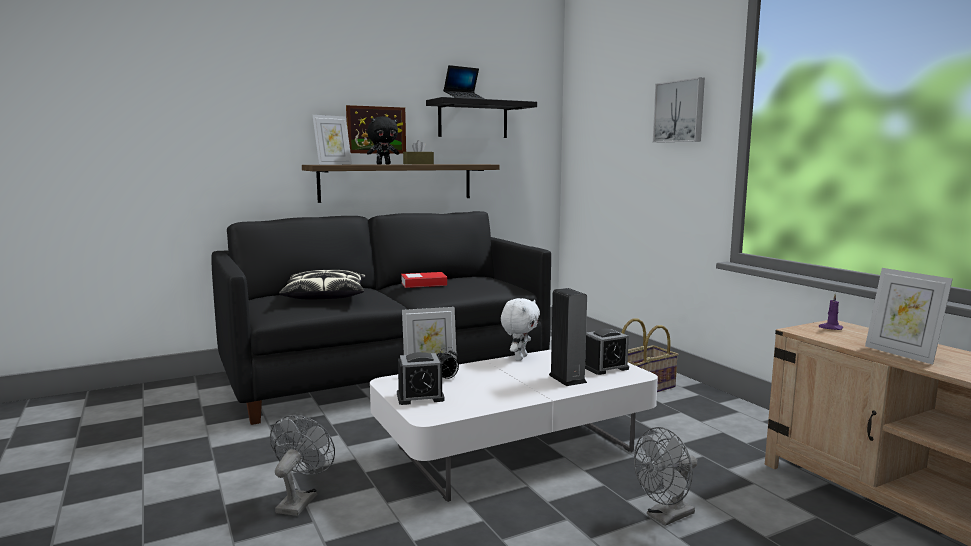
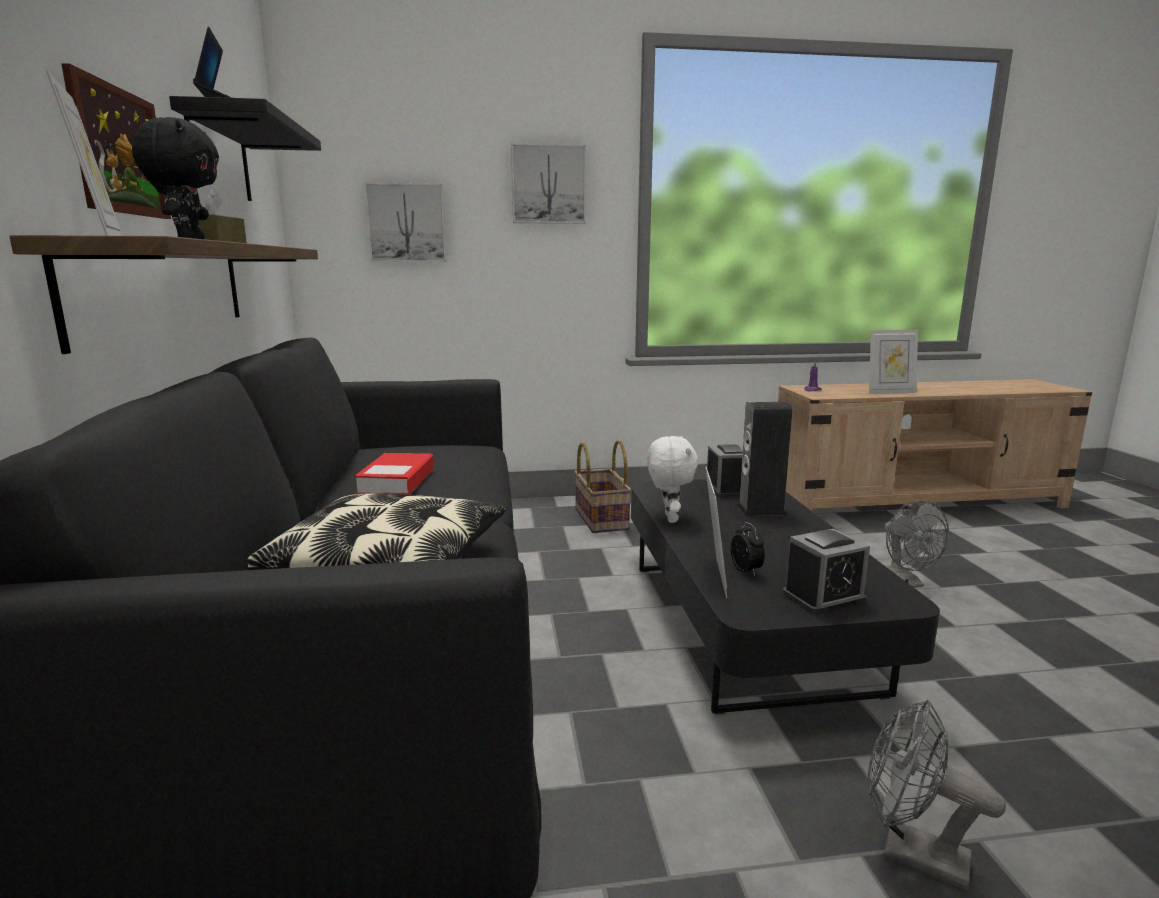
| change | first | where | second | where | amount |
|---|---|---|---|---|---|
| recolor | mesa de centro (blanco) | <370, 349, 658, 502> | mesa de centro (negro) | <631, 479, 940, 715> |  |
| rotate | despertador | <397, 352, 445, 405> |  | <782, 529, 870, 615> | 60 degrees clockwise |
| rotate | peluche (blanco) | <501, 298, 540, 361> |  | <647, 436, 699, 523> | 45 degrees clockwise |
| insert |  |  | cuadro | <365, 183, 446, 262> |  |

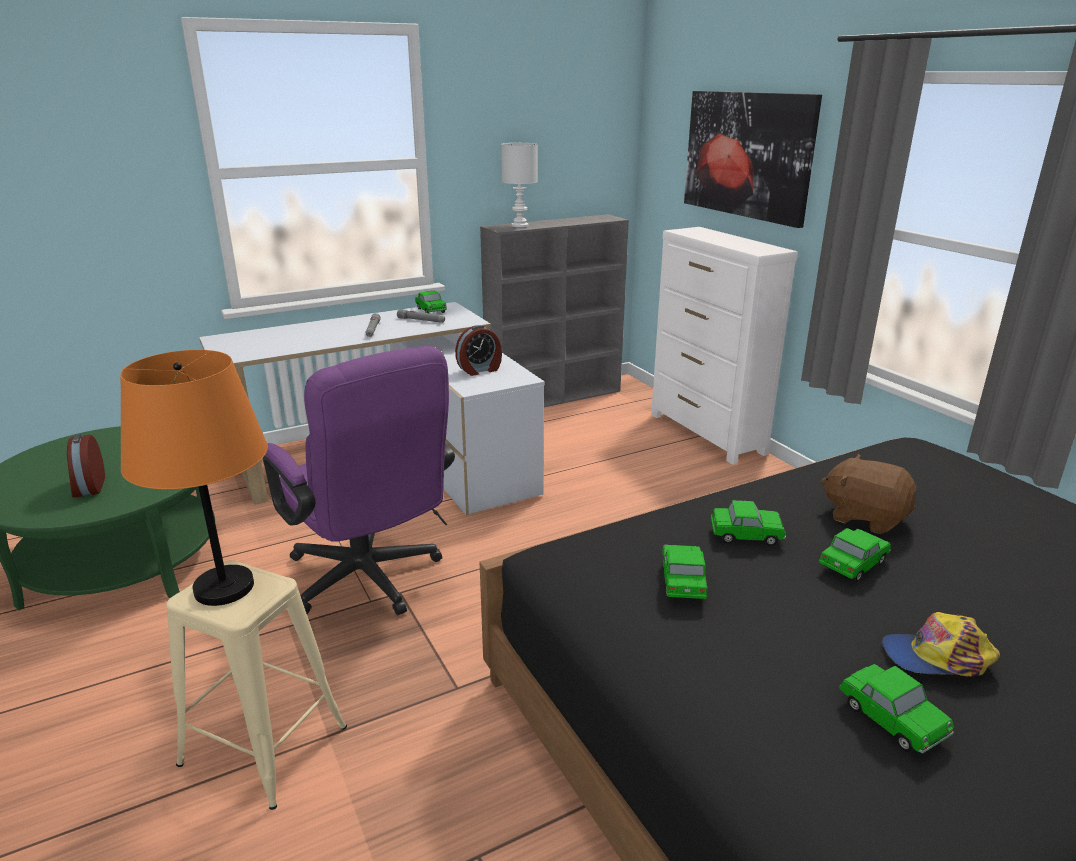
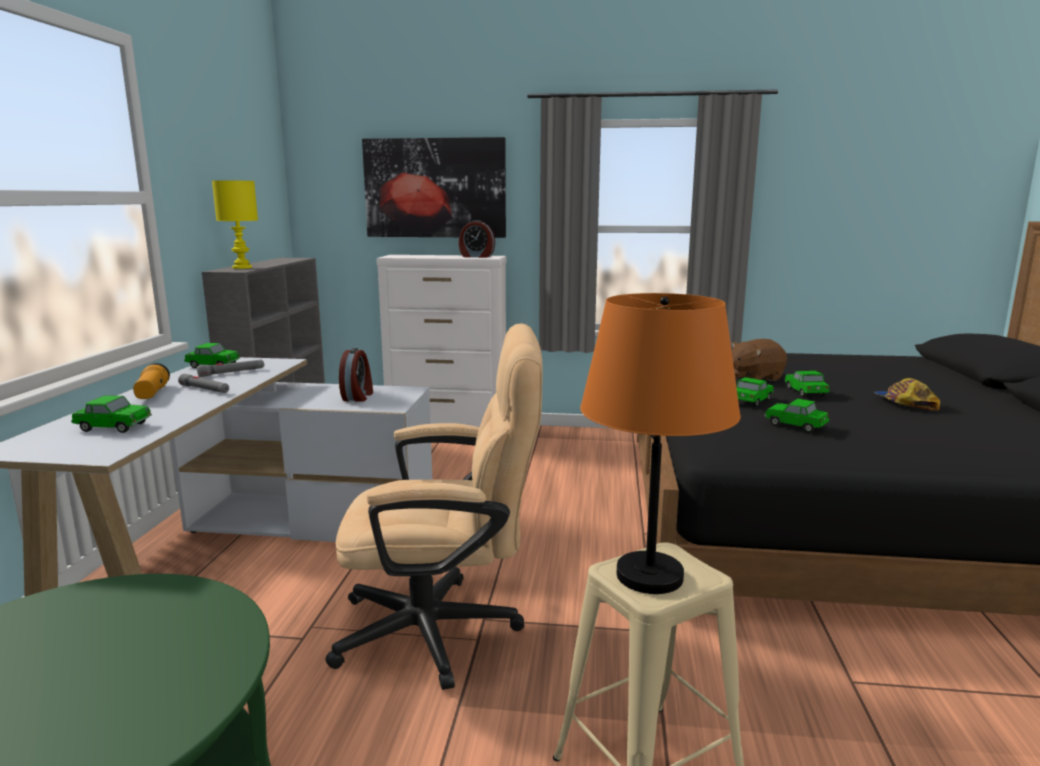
| change | first | where | second | where | amount |
|---|---|---|---|---|---|
| move | despertador | <67, 434, 105, 498> |  | <459, 220, 495, 258> |  |
| recolor | silla de oficina (morado) | <262, 346, 455, 615> | silla de oficina (beis) | <325, 323, 543, 690> |  |
| recolor | lámpara de mesa (blanco) | <501, 143, 538, 227> | lámpara de mesa (amarillo) | <212, 180, 258, 269> |  |
| move | coche de juguete | <839, 664, 954, 753> |  | <71, 395, 152, 433> |  |
| rotate | gorra | <882, 612, 1000, 677> |  | <874, 378, 940, 410> | 135 degrees clockwise |
| insert |  |  | linterna | <133, 363, 170, 399> |  |

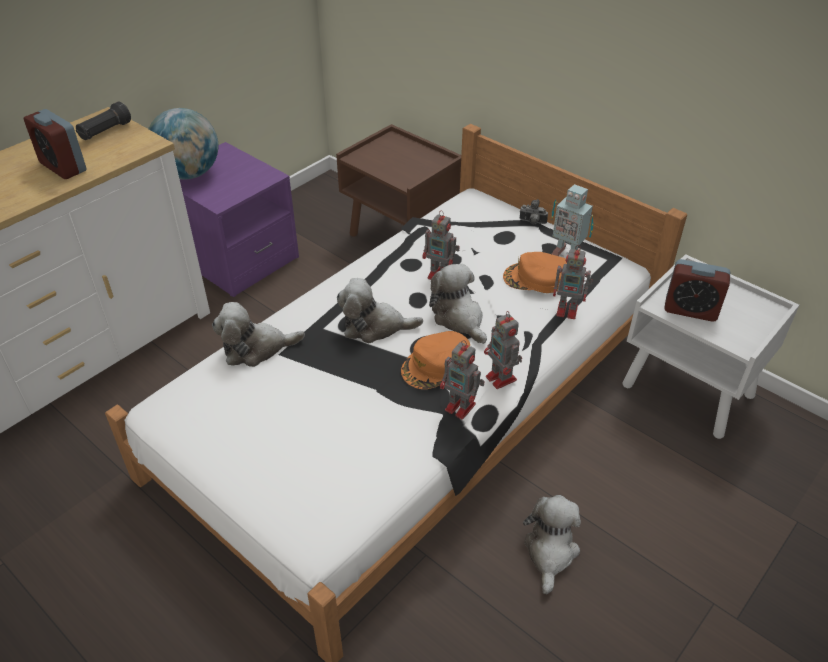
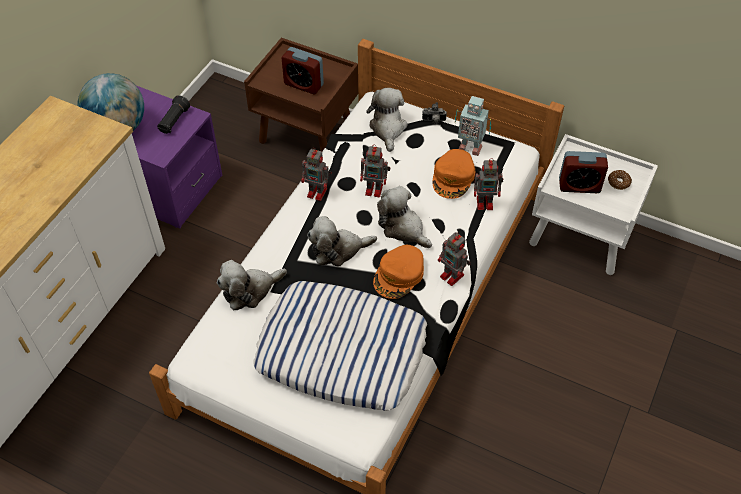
| change | first | where | second | where | amount |
|---|---|---|---|---|---|
| move | despertador | <24, 109, 87, 179> |  | <282, 47, 324, 94> |  |
| move | linterna (negro) | <76, 102, 131, 140> |  | <157, 95, 190, 134> |  |
| move | robot de juguete | <440, 340, 485, 420> |  | <301, 148, 332, 201> |  |
| rotate | gorra (naranja) | <503, 252, 567, 293> |  | <433, 149, 475, 199> | 60 degrees counterclockwise |
| move | peluche | <523, 495, 581, 594> |  | <366, 88, 407, 152> |  |
| insert |  |  | cojín | <253, 281, 427, 411> |  |
| insert |  |  | rosquilla | <608, 170, 632, 190> |  |

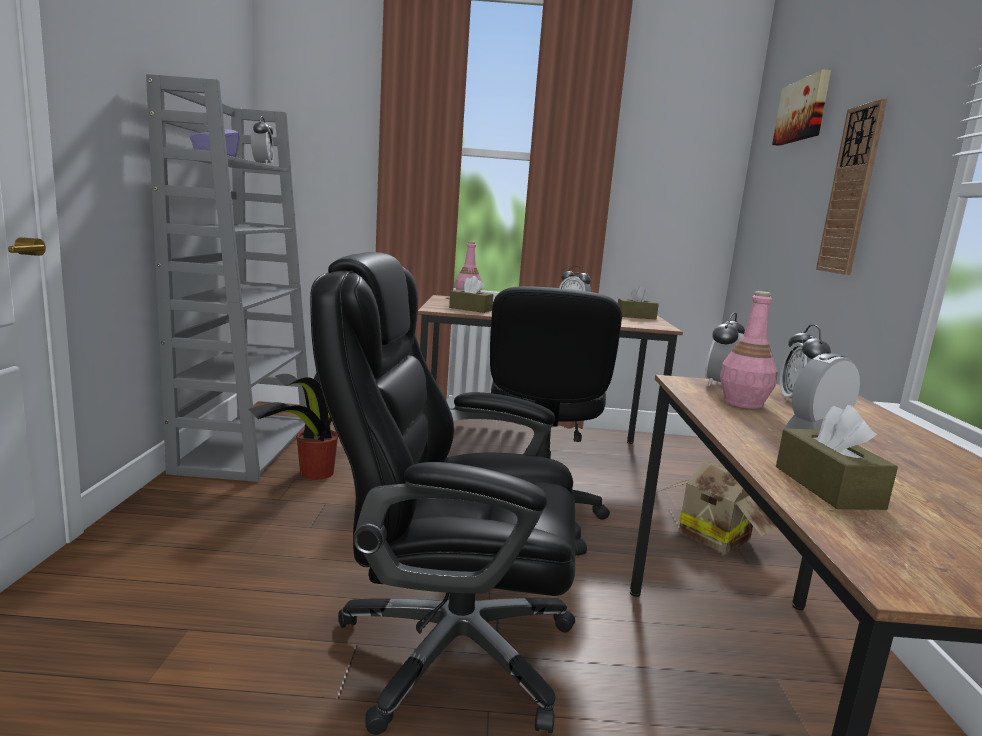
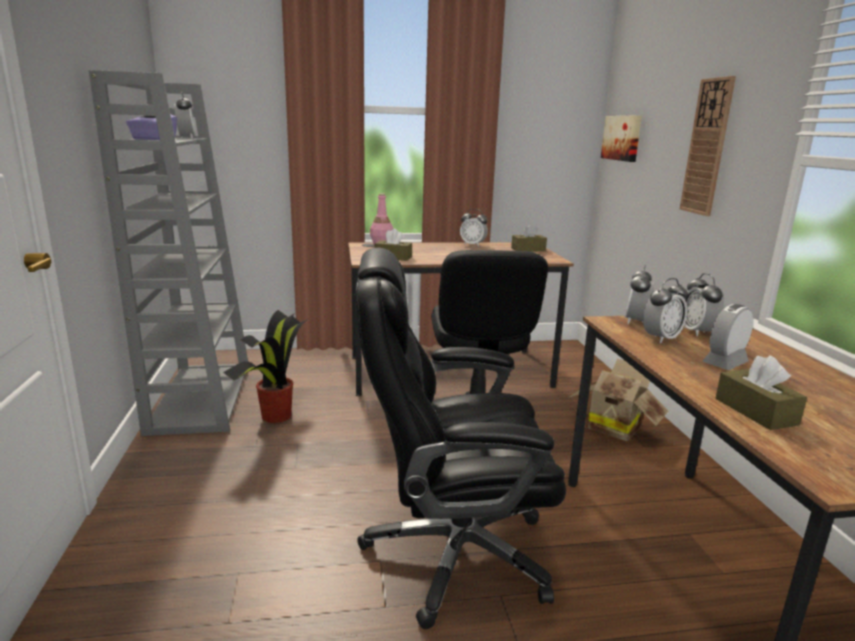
| change | first | where | second | where | amount |
|---|---|---|---|---|---|
| replace | botella (rosa) | <720, 291, 778, 409> | despertador | <643, 278, 688, 343> |  |
| move | cuadro | <772, 69, 831, 146> |  | <601, 115, 642, 162> |  |

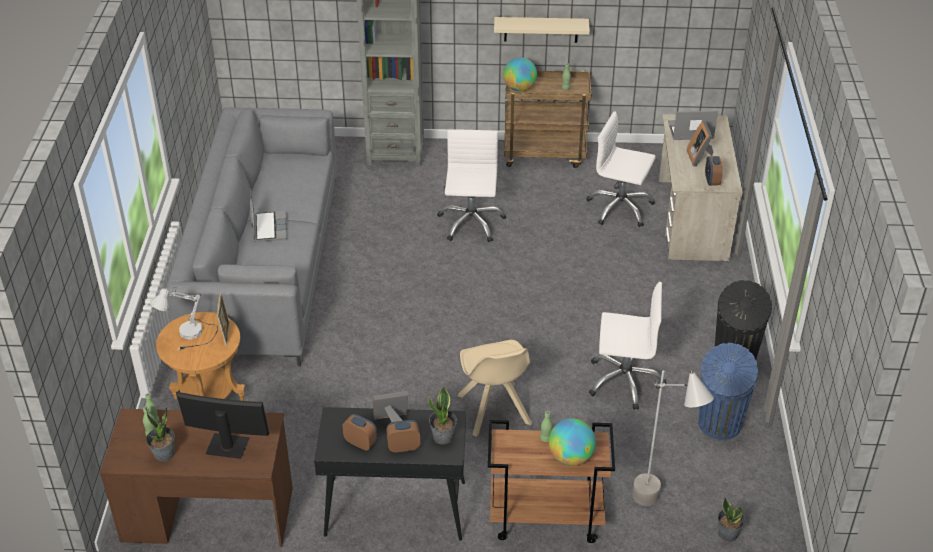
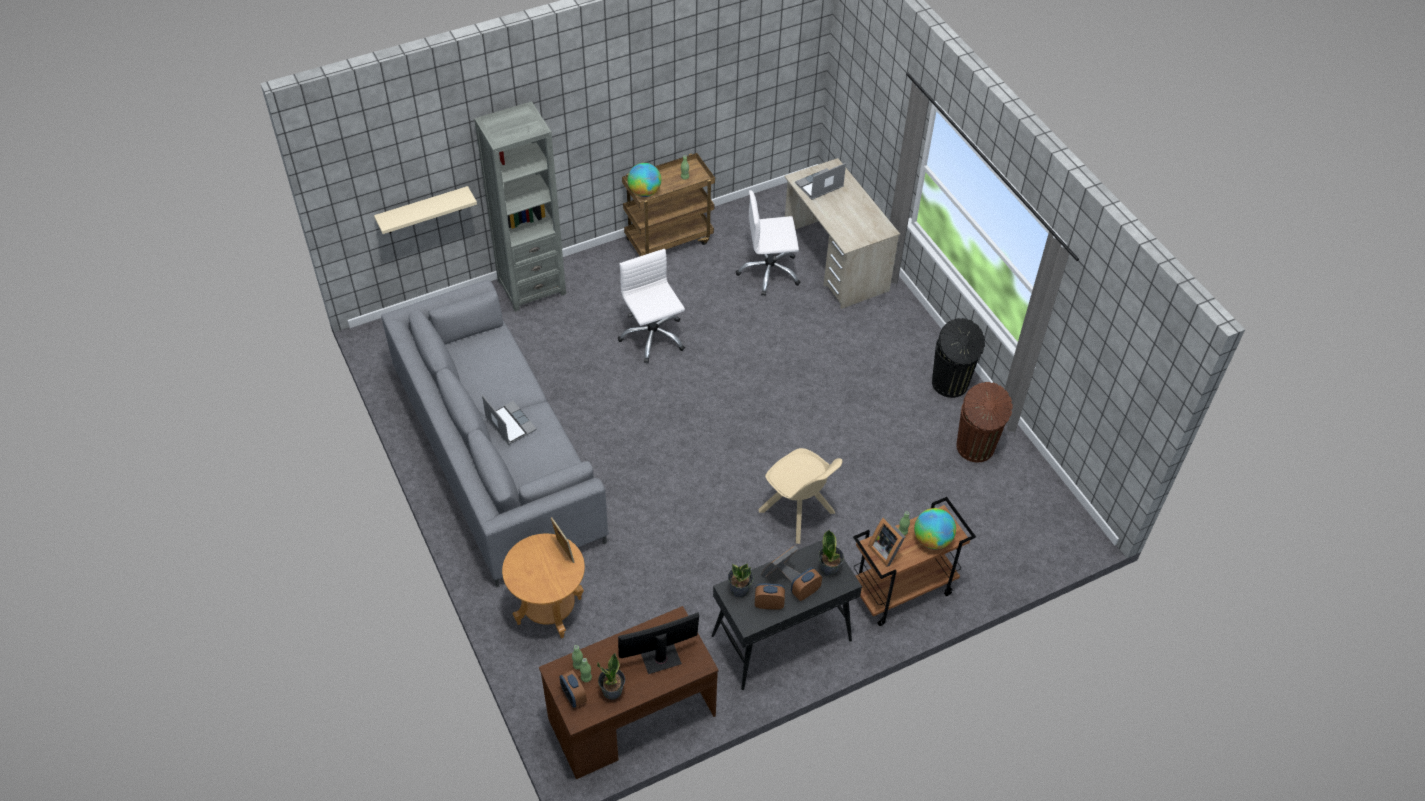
| change | first | where | second | where | amount |
|---|---|---|---|---|---|
| delete | lámpara de mesa (blanco) | <150, 288, 218, 350> |  |  |  |
| move | estante (beis) | <494, 17, 590, 43> |  | <374, 186, 477, 234> |  |
| delete | silla de oficina (blanco) | <589, 282, 666, 410> |  |  |  |
| delete | lámpara de pie (gris) | <632, 369, 714, 506> |  |  |  |
| move | portarretratos | <687, 121, 713, 167> |  | <868, 516, 905, 567> |  |
| recolor | papelera (azul) | <698, 343, 758, 440> | papelera (marrón) | <957, 382, 1013, 462> |  |
| move | despertador | <705, 156, 723, 186> |  | <560, 670, 587, 708> |  |
| move | planta en maceta | <718, 497, 745, 542> |  | <728, 564, 753, 597> |  |

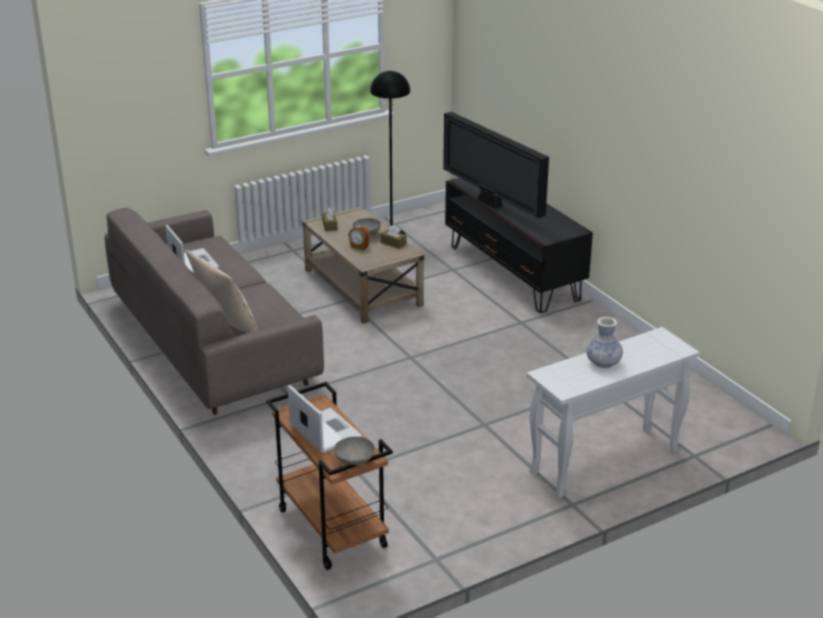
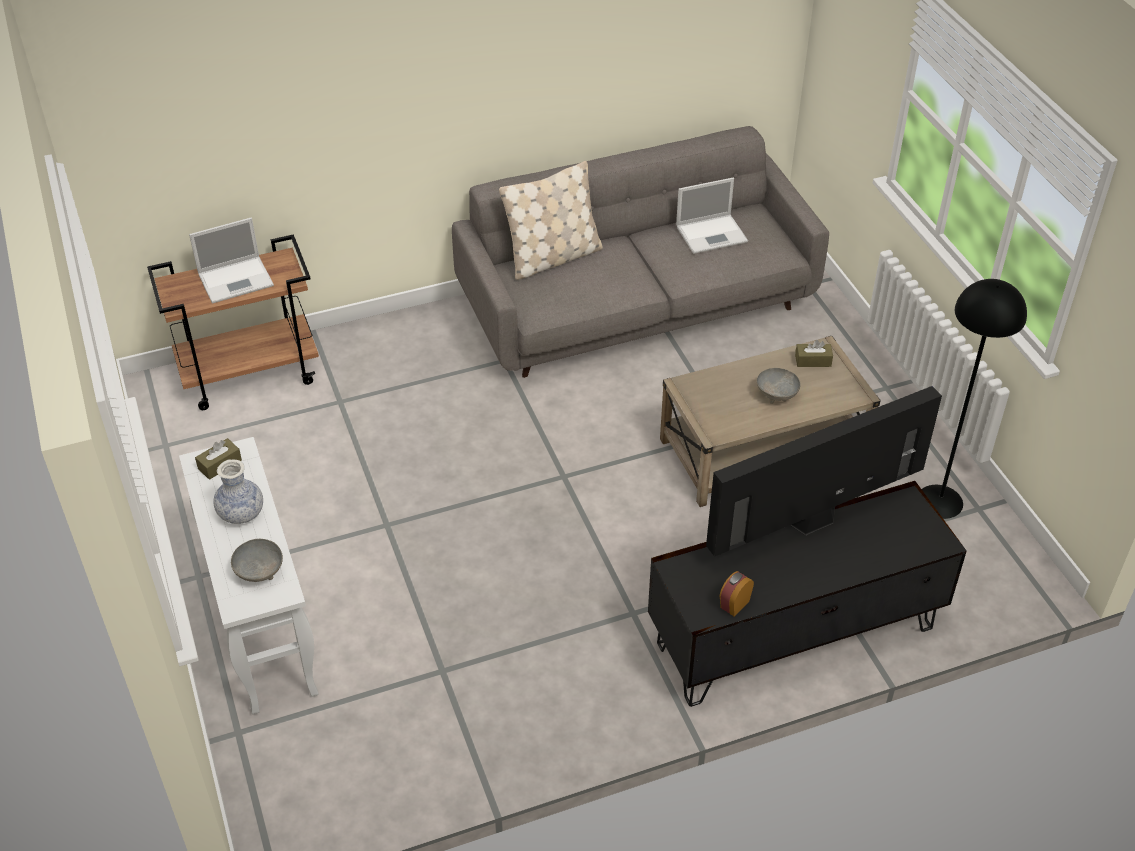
| change | first | where | second | where | amount |
|---|---|---|---|---|---|
| move | cuenco (gris) | <334, 437, 375, 465> |  | <231, 539, 283, 582> |  |
| move | despertador | <348, 225, 370, 251> |  | <720, 571, 754, 617> |  |
| move | caja de pañuelos (marrón) | <380, 225, 406, 249> |  | <195, 438, 242, 480> |  |

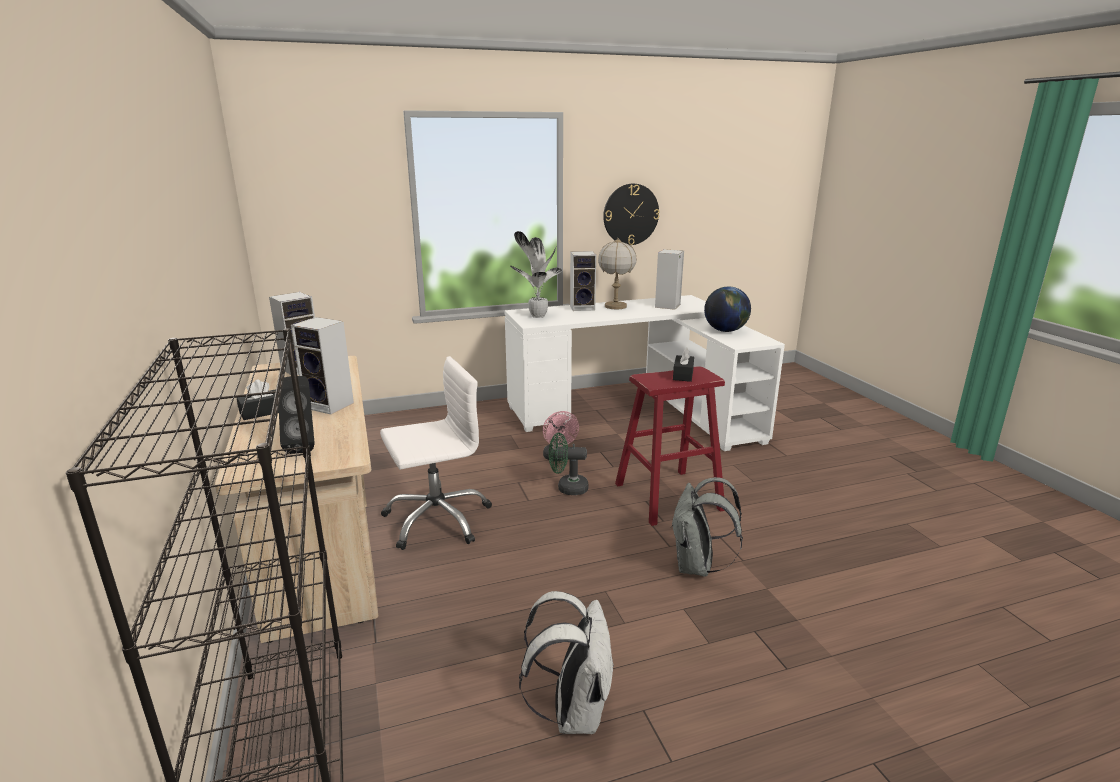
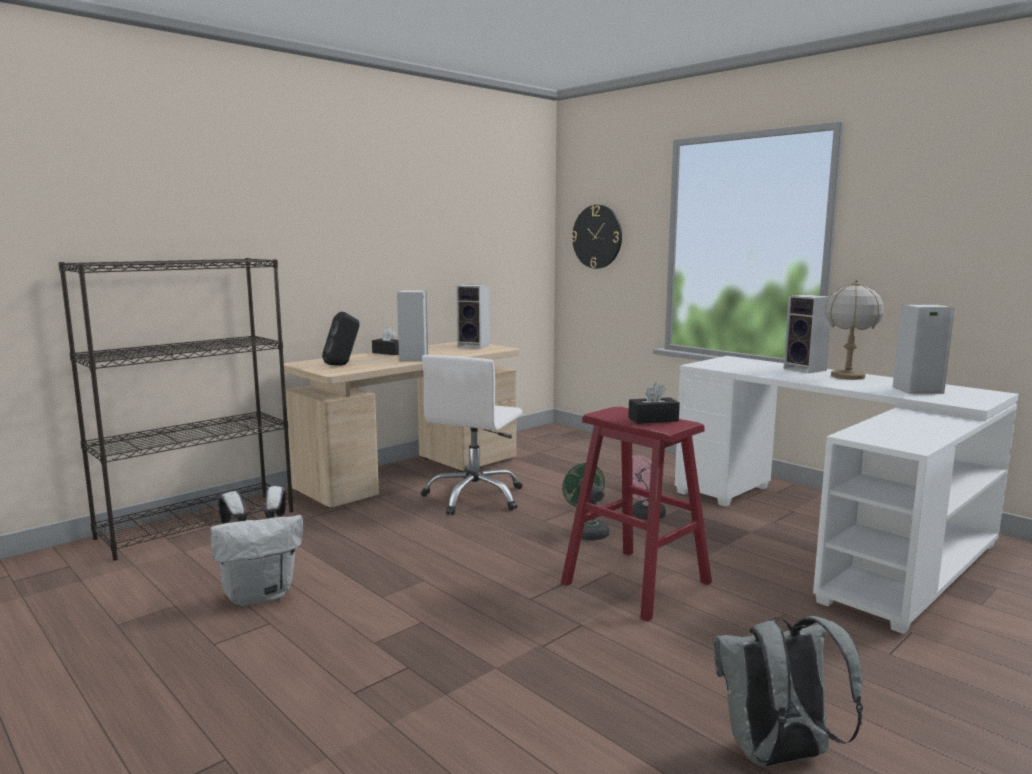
| change | first | where | second | where | amount |
|---|---|---|---|---|---|
| rotate | silla de oficina (blanco) | <380, 356, 492, 550> |  | <421, 355, 523, 515> | 75 degrees clockwise |
| delete | planta en maceta | <510, 231, 562, 318> |  |  |  |
| move | reloj de pared | <603, 184, 660, 245> |  | <571, 205, 622, 269> |  |
| move | mochila (gris) | <671, 477, 743, 577> |  | <714, 616, 863, 767> |  |
| delete | globo terráqueo | <704, 286, 751, 332> |  |  |  |

